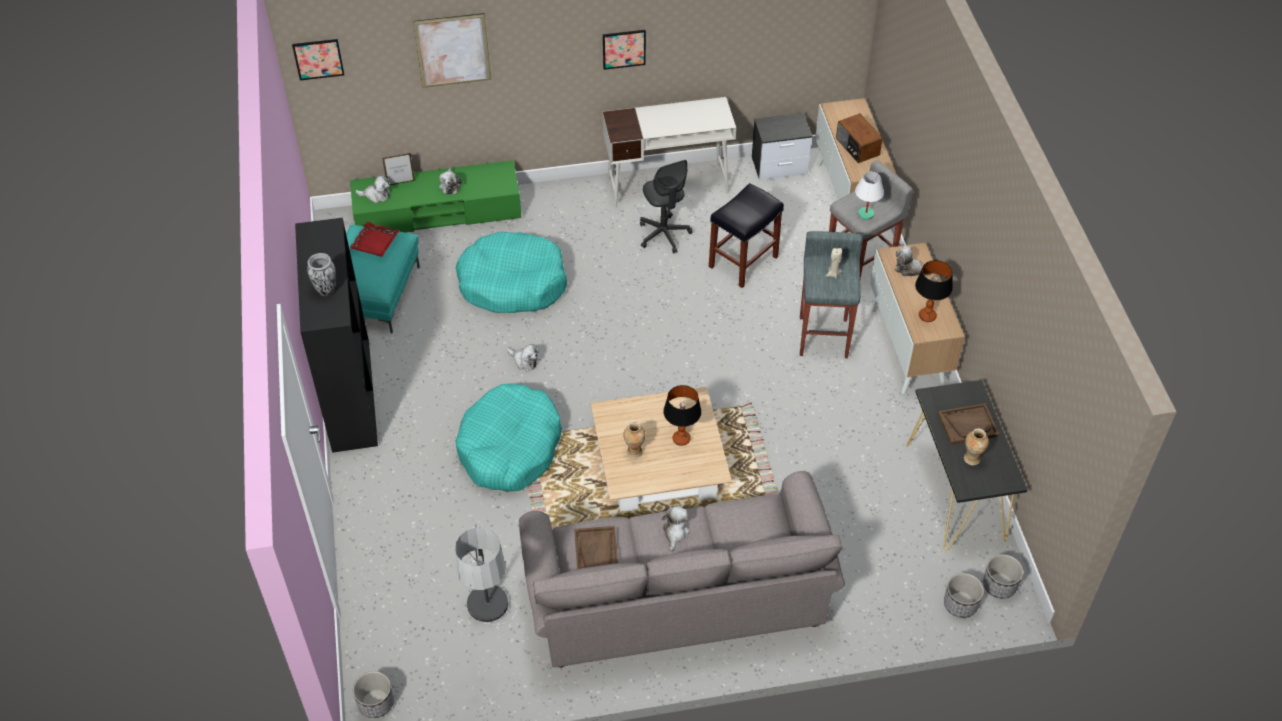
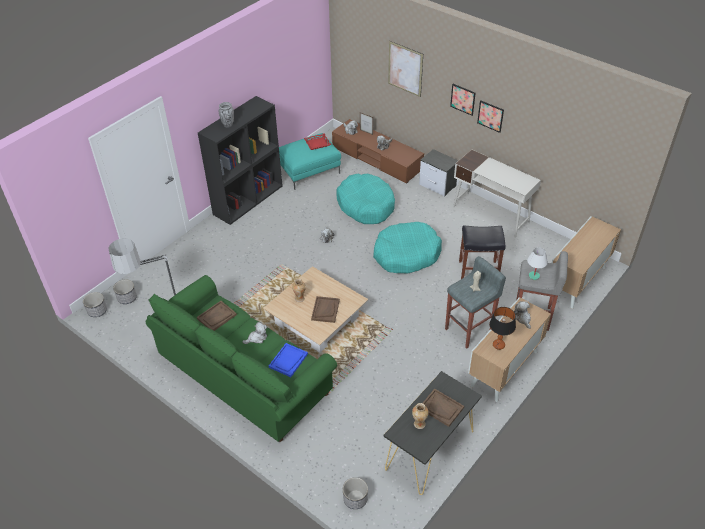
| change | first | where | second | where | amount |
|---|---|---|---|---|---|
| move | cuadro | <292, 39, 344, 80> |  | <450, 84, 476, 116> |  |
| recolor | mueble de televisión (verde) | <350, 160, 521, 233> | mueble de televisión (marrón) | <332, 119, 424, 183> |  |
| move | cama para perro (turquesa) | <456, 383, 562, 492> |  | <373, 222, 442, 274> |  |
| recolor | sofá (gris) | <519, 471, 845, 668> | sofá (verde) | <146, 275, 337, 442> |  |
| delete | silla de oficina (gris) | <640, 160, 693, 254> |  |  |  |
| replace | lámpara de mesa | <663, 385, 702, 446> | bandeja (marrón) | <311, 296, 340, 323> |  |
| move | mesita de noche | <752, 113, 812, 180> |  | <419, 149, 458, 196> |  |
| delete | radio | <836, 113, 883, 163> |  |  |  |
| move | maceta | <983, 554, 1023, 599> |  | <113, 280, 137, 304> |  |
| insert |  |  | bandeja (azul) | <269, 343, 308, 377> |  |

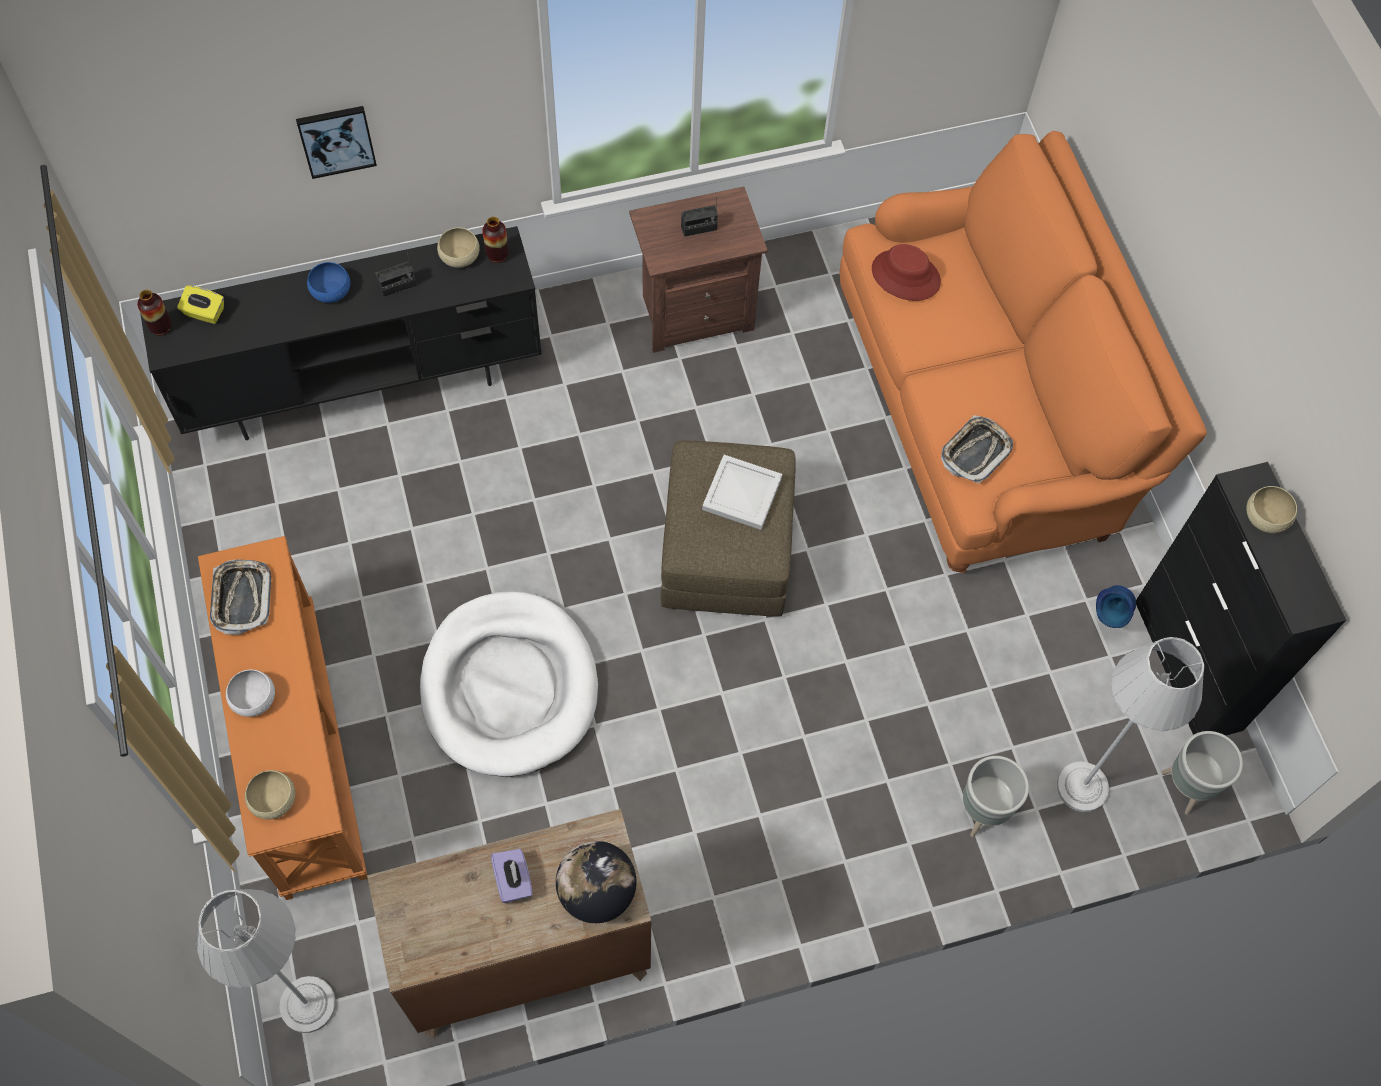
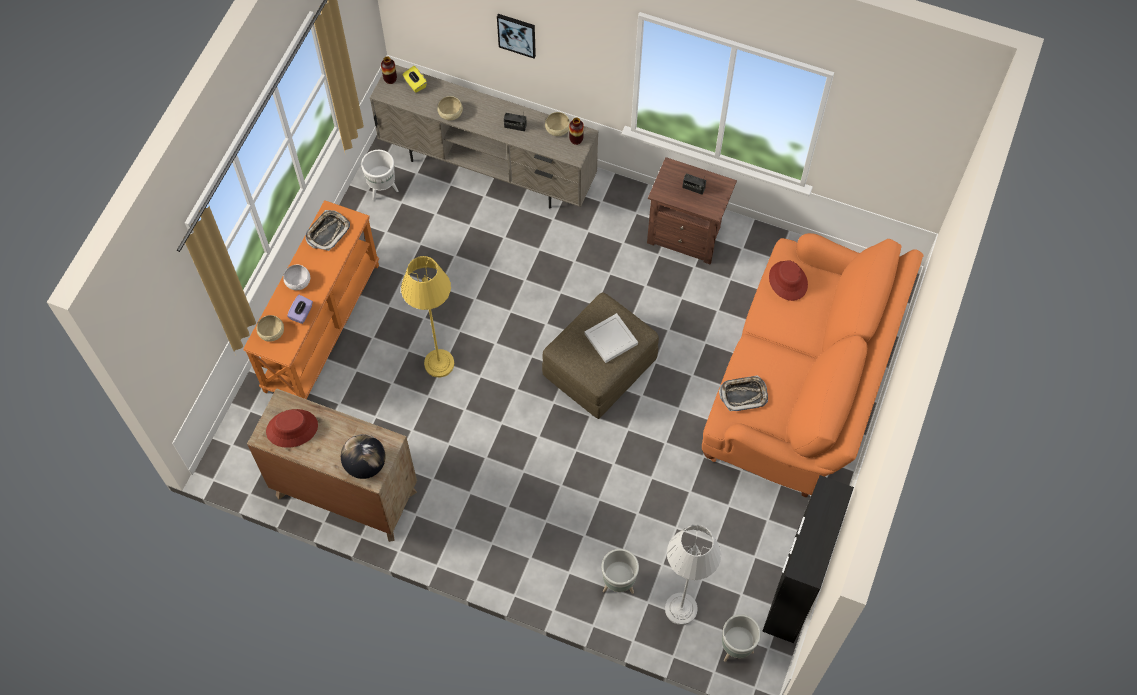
| change | first | where | second | where | amount |
|---|---|---|---|---|---|
| recolor | mueble de televisión (negro) | <140, 226, 542, 440> | mueble de televisión (beis) | <370, 65, 599, 208> |  |
| delete | lámpara de pie (gris) | <196, 889, 336, 1033> |  |  |  |
| delete | cuenco (azul) | <307, 262, 350, 303> |  |  |  |
| replace | cama para perro (blanco) | <420, 591, 598, 777> | lámpara de pie (amarillo) | <401, 256, 454, 377> |  |
| move | caja de pañuelos (morado) | <491, 849, 533, 903> |  | <287, 295, 313, 324> |  |
| delete | florero (azul) | <1096, 585, 1136, 628> |  |  |  |
| move | cuenco (beis) | <1246, 486, 1297, 533> |  | <437, 96, 463, 120> |  |
| insert |  |  | sombrero (rojo) | <266, 409, 318, 448> |  |
| insert |  |  | maceta (blanco) | <361, 150, 398, 201> |  |

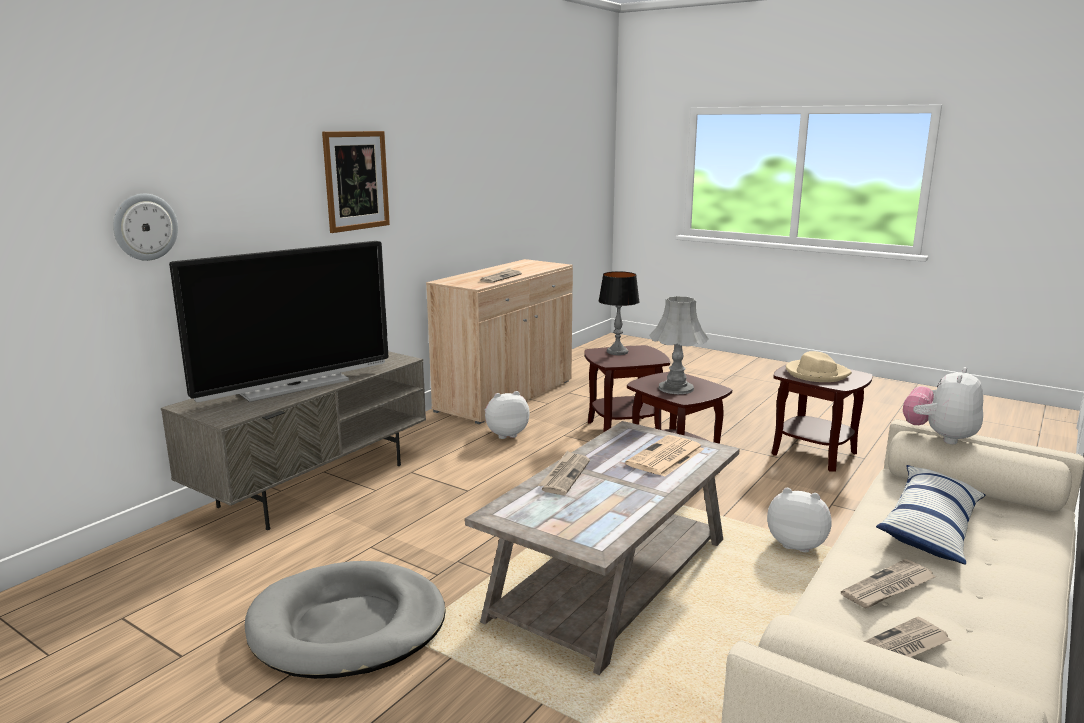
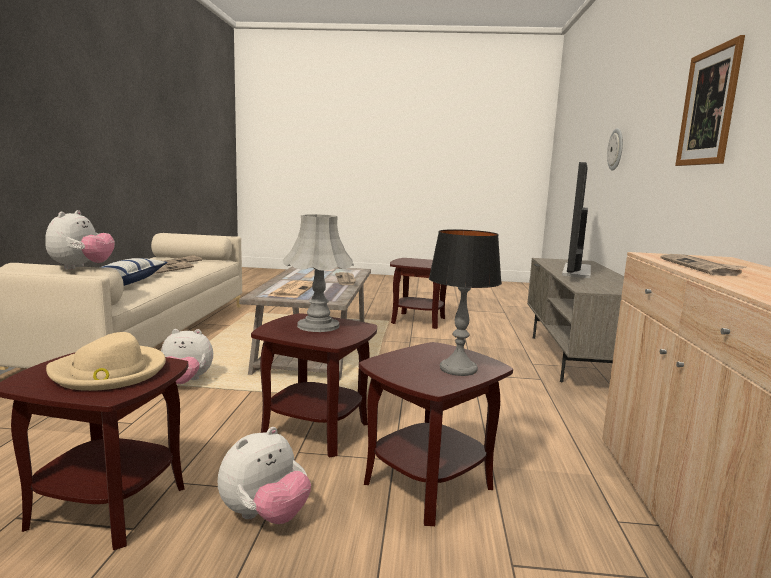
| change | first | where | second | where | amount |
|---|---|---|---|---|---|
| replace | cama para perro (gris) | <245, 561, 446, 679> | mesa auxiliar (marrón) | <390, 258, 447, 329> |  |
| move | peluche | <485, 391, 530, 439> |  | <218, 427, 311, 524> |  |

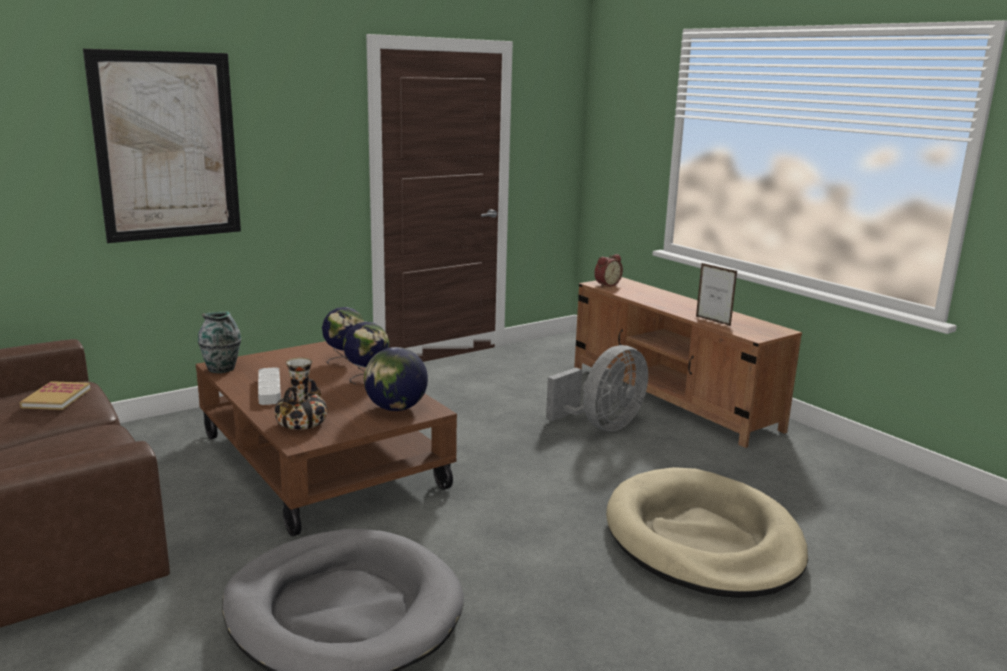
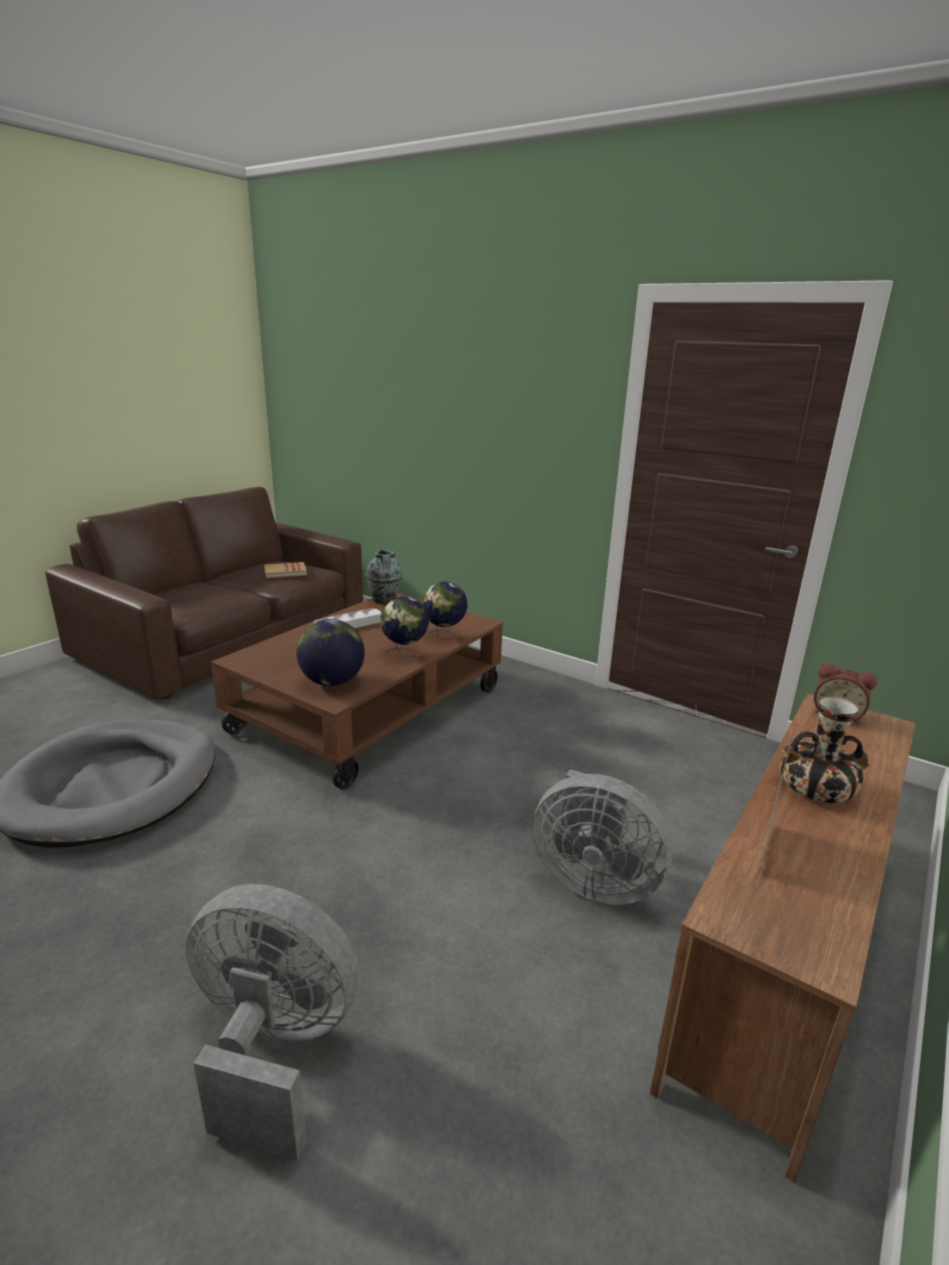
| change | first | where | second | where | amount |
|---|---|---|---|---|---|
| delete | cuadro | <83, 49, 241, 243> |  |  |  |
| move | florero | <274, 358, 327, 430> |  | <780, 696, 869, 803> |  |
| replace | cama para perro (beis) | <606, 467, 808, 598> | ventilador (gris) | <186, 884, 359, 1161> |  |

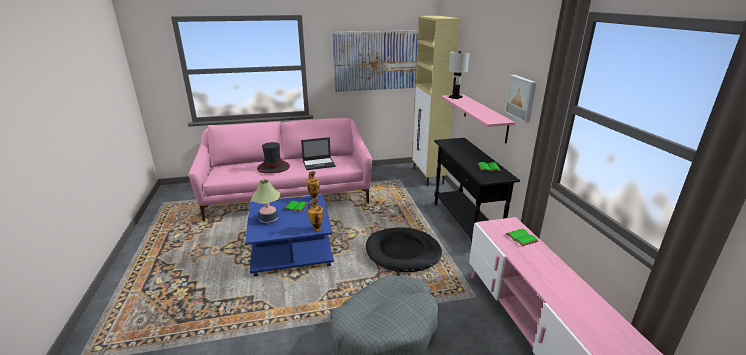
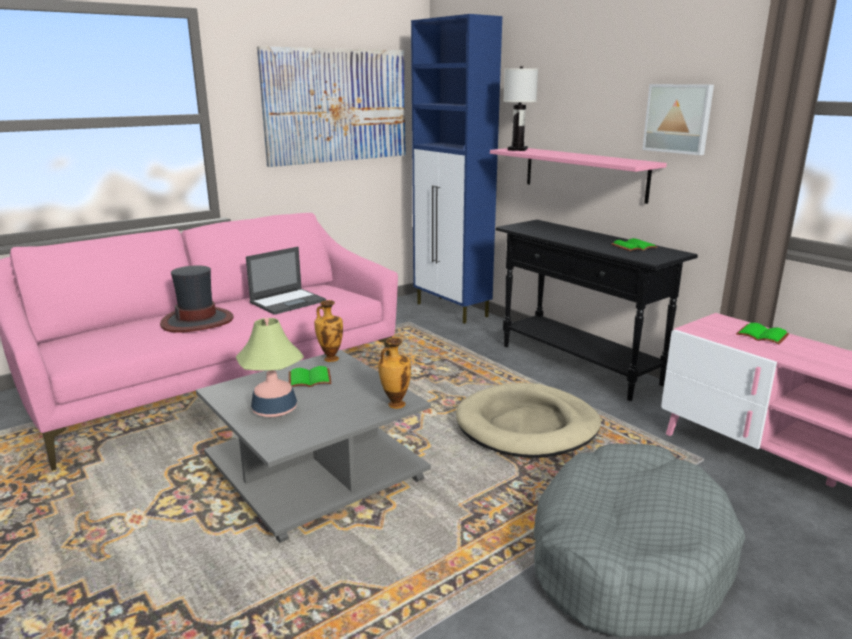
| change | first | where | second | where | amount |
|---|---|---|---|---|---|
| recolor | mesa de centro (azul) | <245, 194, 334, 276> | mesa de centro (gris) | <196, 350, 431, 543> |  |
| recolor | cama para perro (negro) | <366, 227, 442, 272> | cama para perro (beis) | <456, 383, 601, 458> |  |
| recolor | armario (beis) | <412, 16, 460, 186> | armario (azul) | <411, 14, 502, 324> |  |

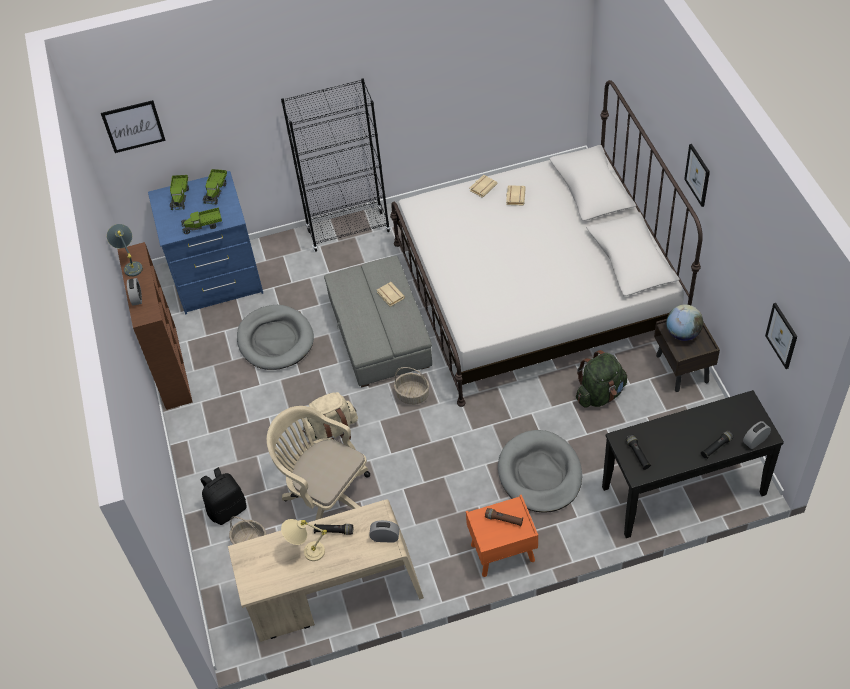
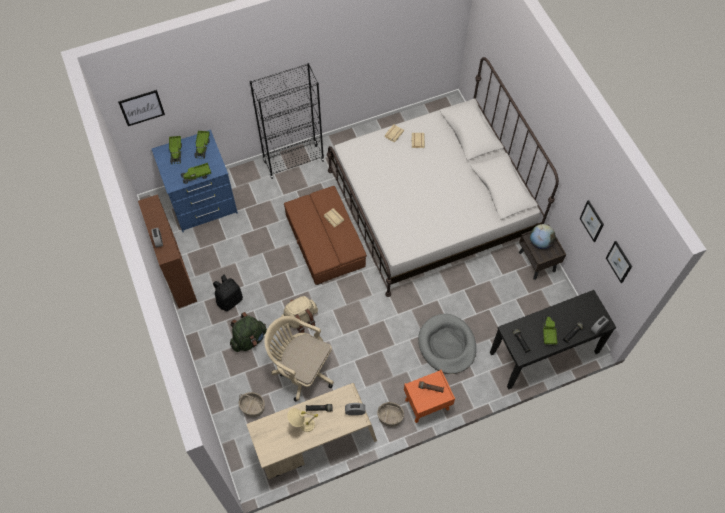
| change | first | where | second | where | amount |
|---|---|---|---|---|---|
| delete | lámpara de mesa (gris) | <107, 224, 143, 277> |  |  |  |
| move | mochila (negro) | <201, 467, 246, 525> |  | <213, 275, 243, 311> |  |
| delete | cama para perro (gris) | <237, 305, 314, 370> |  |  |  |
| recolor | puf (gris) | <324, 256, 432, 388> | puf (marrón) | <284, 186, 367, 285> |  |
| move | cesta | <394, 367, 429, 405> |  | <377, 402, 404, 427> |  |
| move | mochila (verde) | <576, 350, 627, 408> |  | <230, 312, 267, 352> |  |
| move | cuadro | <684, 144, 710, 207> |  | <579, 200, 604, 242> |  |
| insert |  |  | camión de juguete | <542, 315, 557, 345> |  |

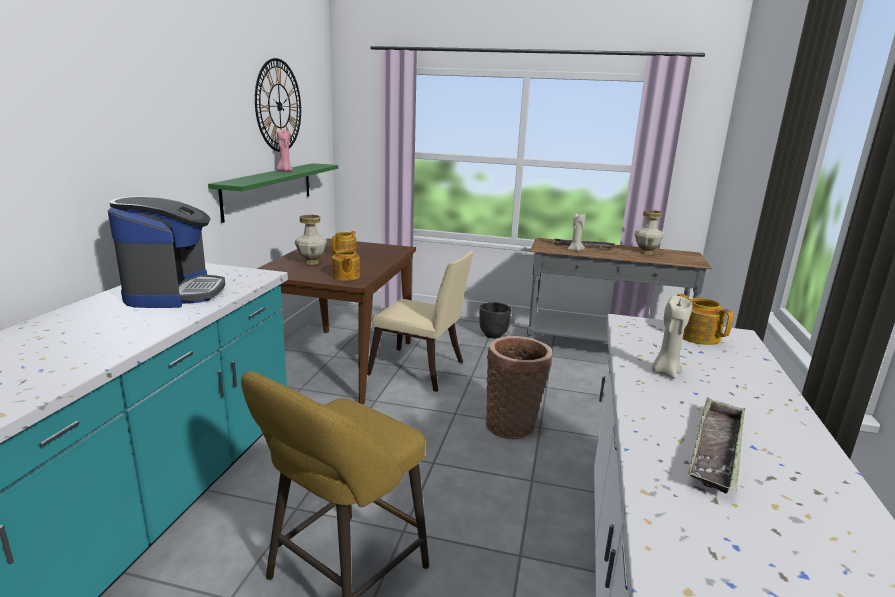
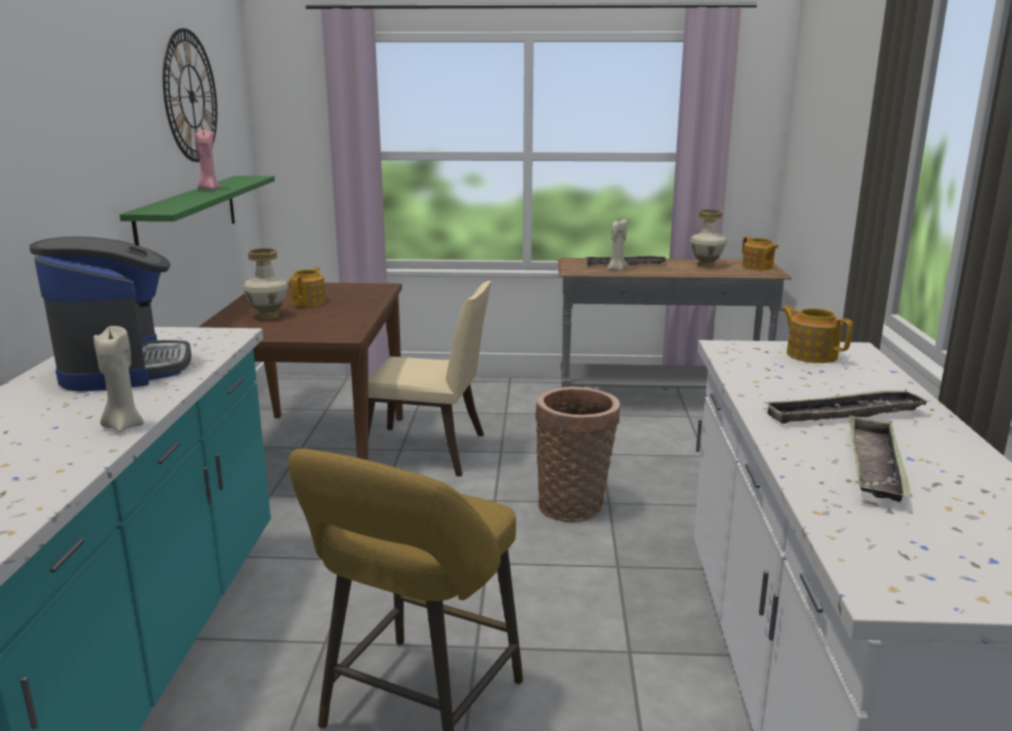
| change | first | where | second | where | amount |
|---|---|---|---|---|---|
| move | tetera | <332, 248, 360, 281> |  | <742, 236, 779, 270> |  |
| delete | maceta (negro) | <479, 302, 511, 338> |  |  |  |
| move | vela (beis) | <651, 296, 692, 379> |  | <94, 326, 144, 432> |  |
| insert |  |  | bandeja | <763, 389, 930, 424> |  |

